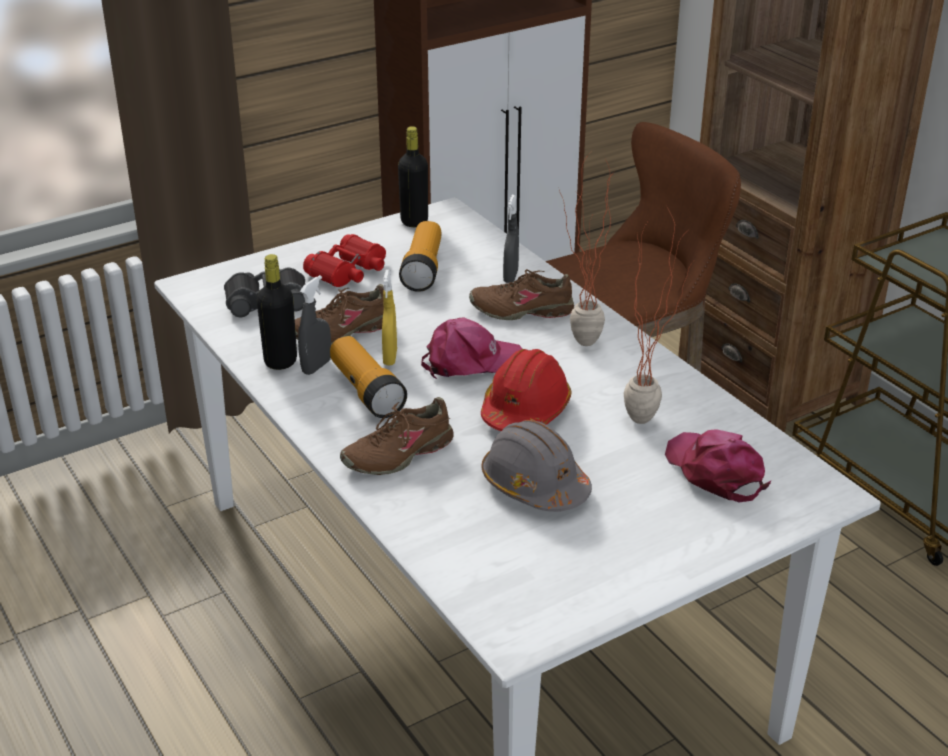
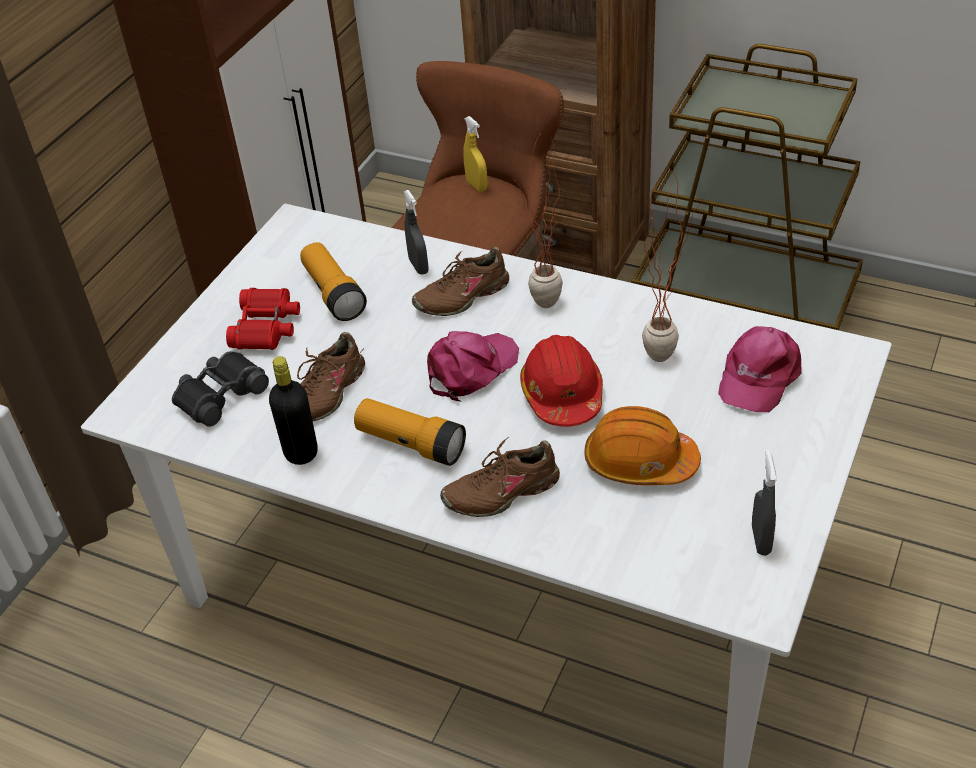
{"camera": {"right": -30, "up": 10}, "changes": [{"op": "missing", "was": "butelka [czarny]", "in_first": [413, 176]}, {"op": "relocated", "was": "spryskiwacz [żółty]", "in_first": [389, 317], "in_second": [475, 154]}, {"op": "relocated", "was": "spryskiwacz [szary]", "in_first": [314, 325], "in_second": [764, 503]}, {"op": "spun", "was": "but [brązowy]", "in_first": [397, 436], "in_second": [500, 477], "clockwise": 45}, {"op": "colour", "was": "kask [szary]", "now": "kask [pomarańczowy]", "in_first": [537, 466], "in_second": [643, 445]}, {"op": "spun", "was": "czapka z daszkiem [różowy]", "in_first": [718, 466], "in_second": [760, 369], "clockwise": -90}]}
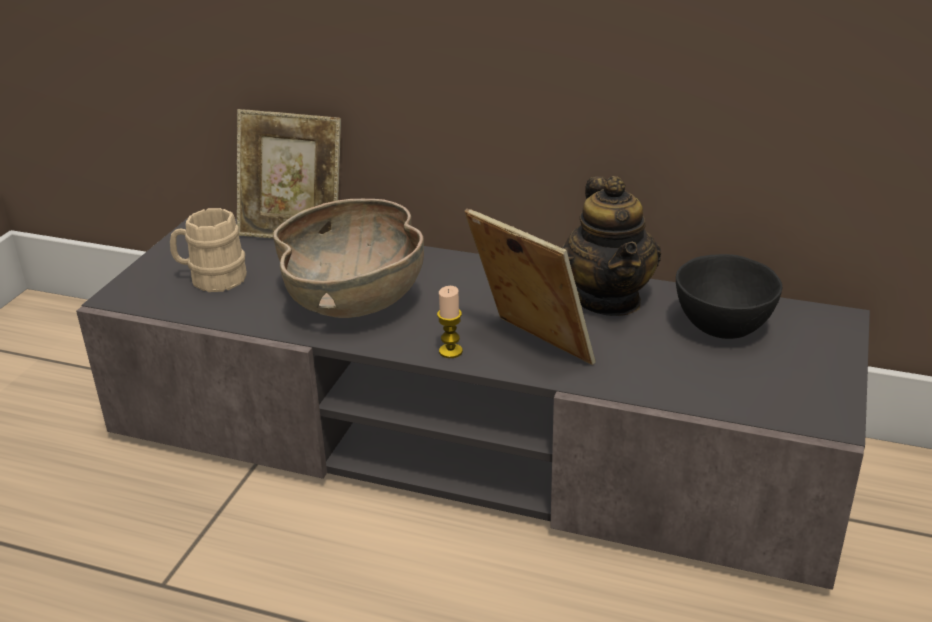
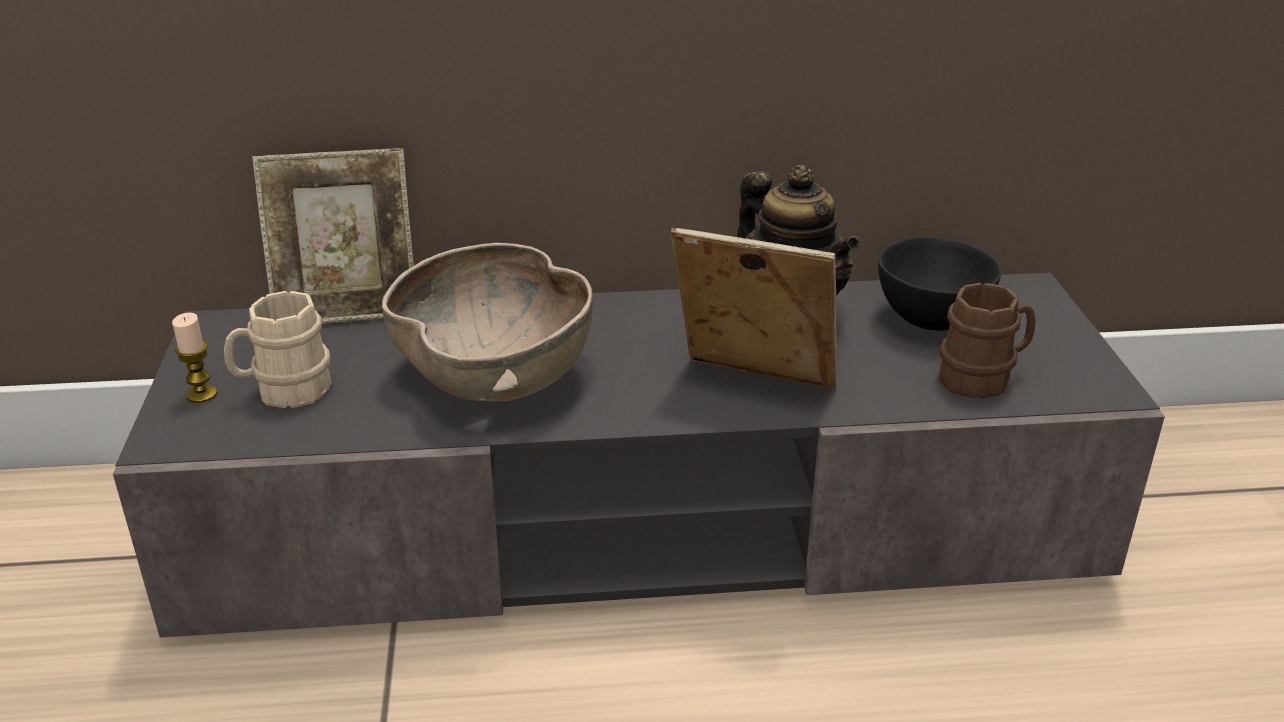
{"camera": {"right": -25, "up": 0}, "changes": [{"op": "relocated", "was": "świeca", "in_first": [450, 322], "in_second": [194, 358]}, {"op": "appeared", "now": "kubek [brązowy]", "in_second": [987, 341]}]}
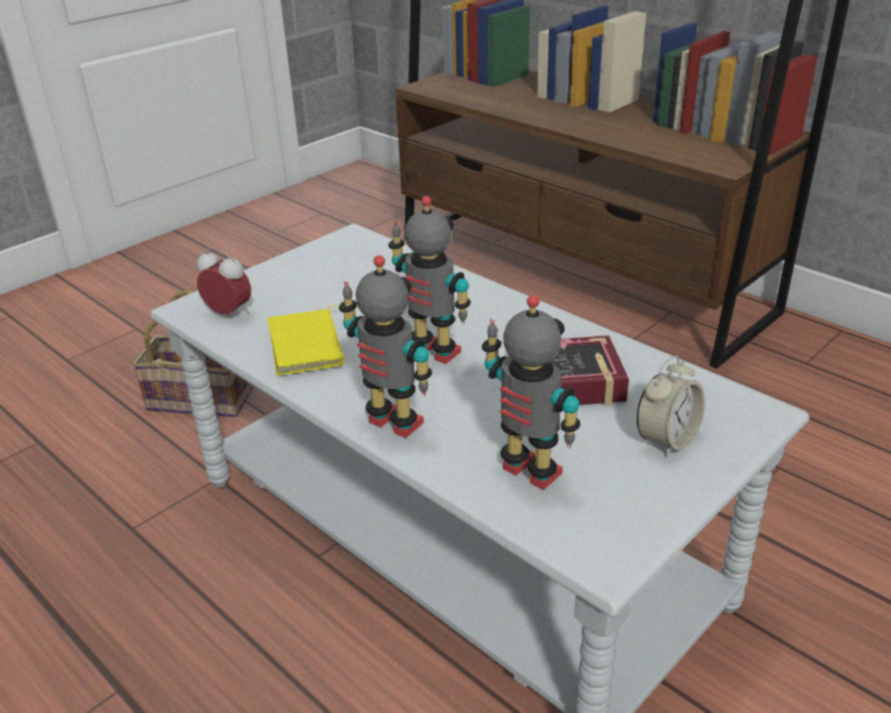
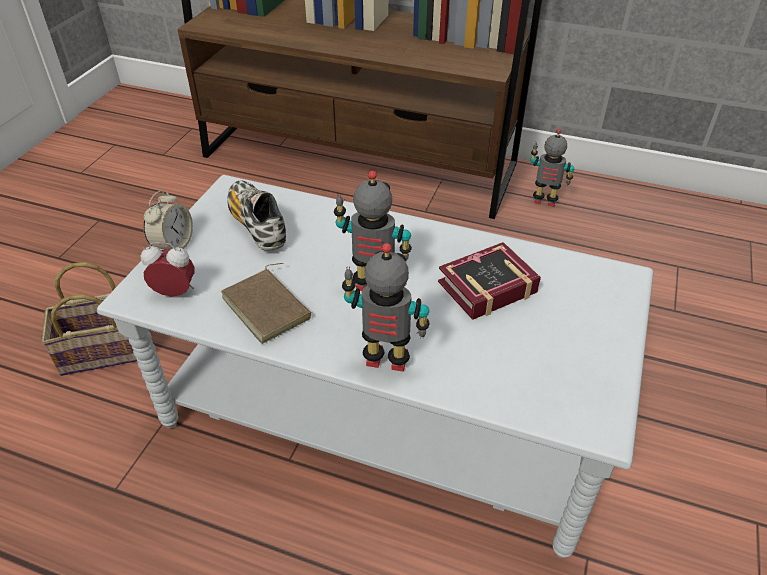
{"camera": {"right": -25, "up": 10}, "changes": [{"op": "relocated", "was": "robot zabawkowy", "in_first": [531, 392], "in_second": [552, 167]}, {"op": "colour", "was": "książka [żółty]", "now": "książka [brązowy]", "in_first": [305, 340], "in_second": [266, 303]}, {"op": "relocated", "was": "budzik", "in_first": [671, 406], "in_second": [168, 219]}, {"op": "appeared", "now": "but", "in_second": [256, 215]}]}
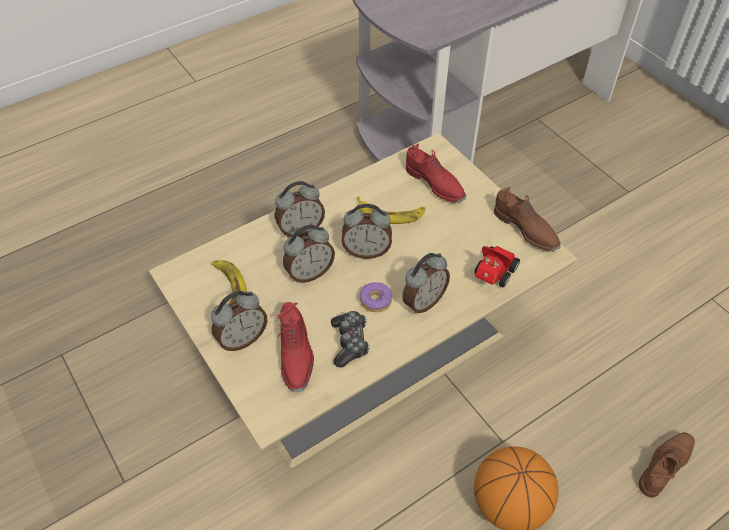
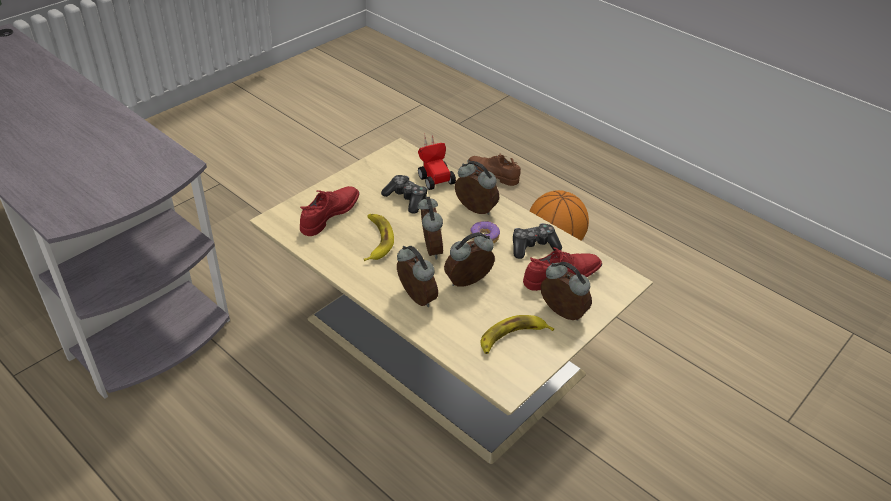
{"camera": {"right": -105, "up": -10}, "changes": [{"op": "missing", "was": "but [brązowy]", "in_first": [527, 219]}, {"op": "spun", "was": "budzik", "in_first": [309, 254], "in_second": [469, 259], "clockwise": -75}, {"op": "spun", "was": "samochodzik", "in_first": [497, 266], "in_second": [437, 162], "clockwise": -135}, {"op": "appeared", "now": "pad do gier", "in_second": [404, 194]}]}
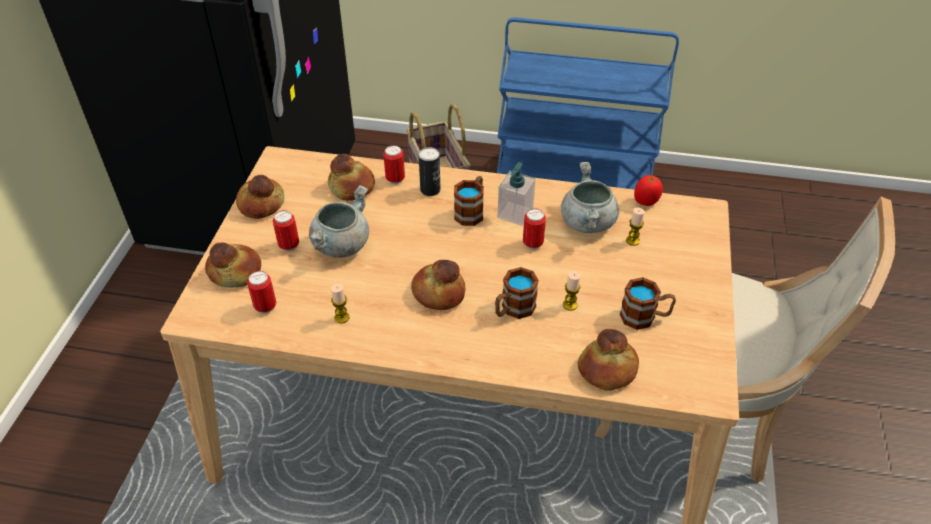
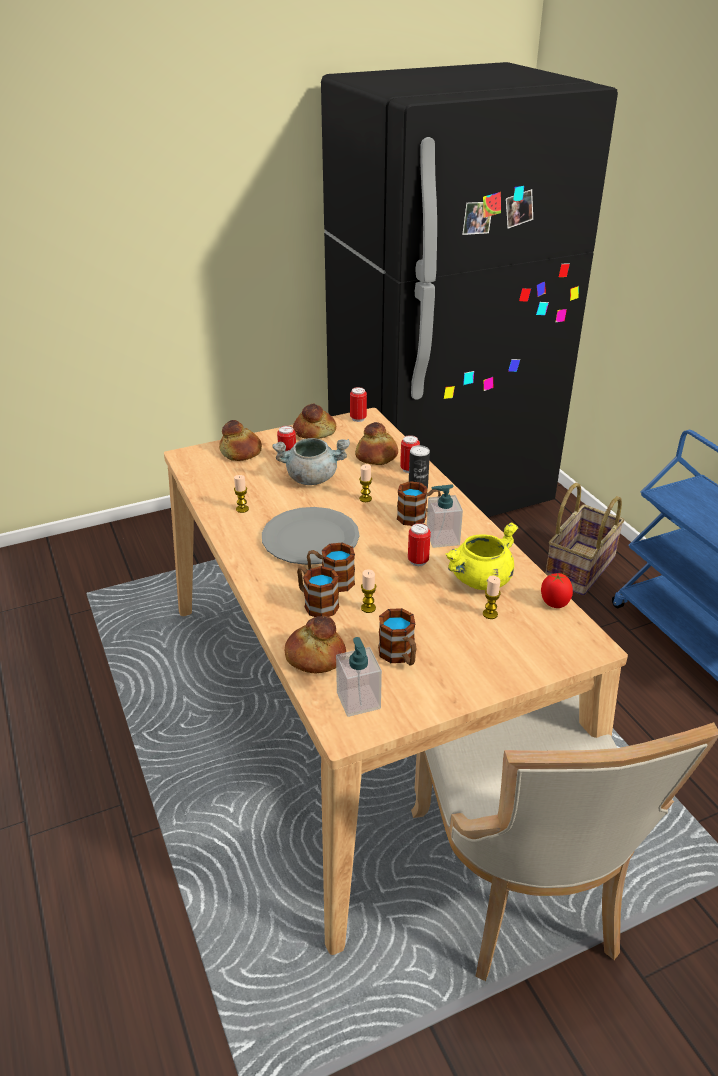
{"camera": {"right": 55, "up": -10}, "changes": [{"op": "colour", "was": "garnek [szary]", "now": "garnek [żółty]", "in_first": [590, 197], "in_second": [481, 556]}, {"op": "exchanged", "was": "chleb", "now": "talerz [szary]", "in_first": [438, 285], "in_second": [310, 536]}, {"op": "relocated", "was": "puszka", "in_first": [261, 292], "in_second": [358, 404]}, {"op": "appeared", "now": "świeca", "in_second": [365, 483]}, {"op": "appeared", "now": "kubek", "in_second": [318, 591]}, {"op": "appeared", "now": "dozownik mydła", "in_second": [359, 677]}]}
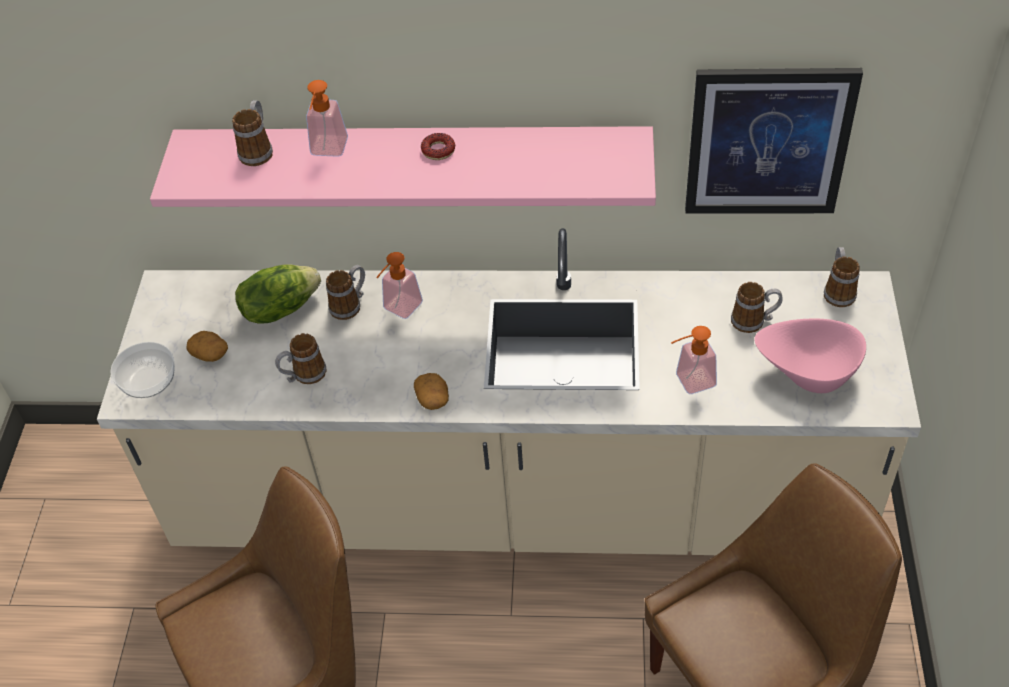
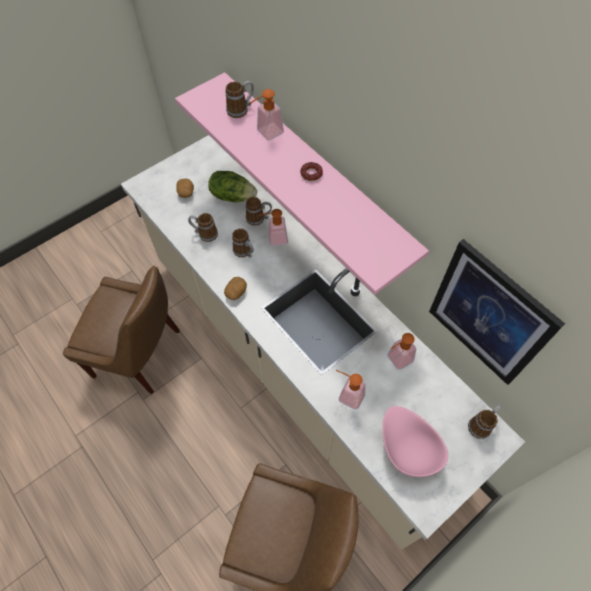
{"camera": {"right": 45, "up": 10}, "changes": [{"op": "relocated", "was": "kubek", "in_first": [757, 307], "in_second": [243, 243]}, {"op": "missing", "was": "miska", "in_first": [142, 370]}, {"op": "appeared", "now": "dozownik mydła", "in_second": [401, 351]}]}
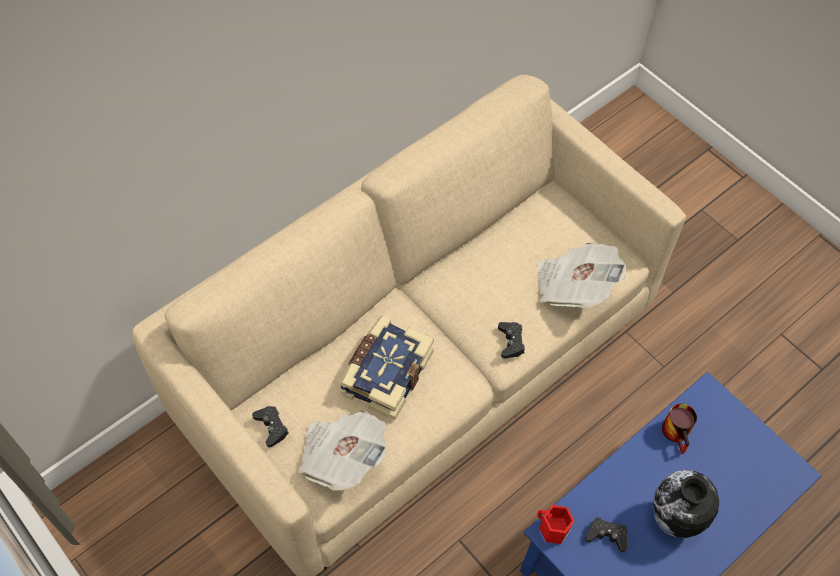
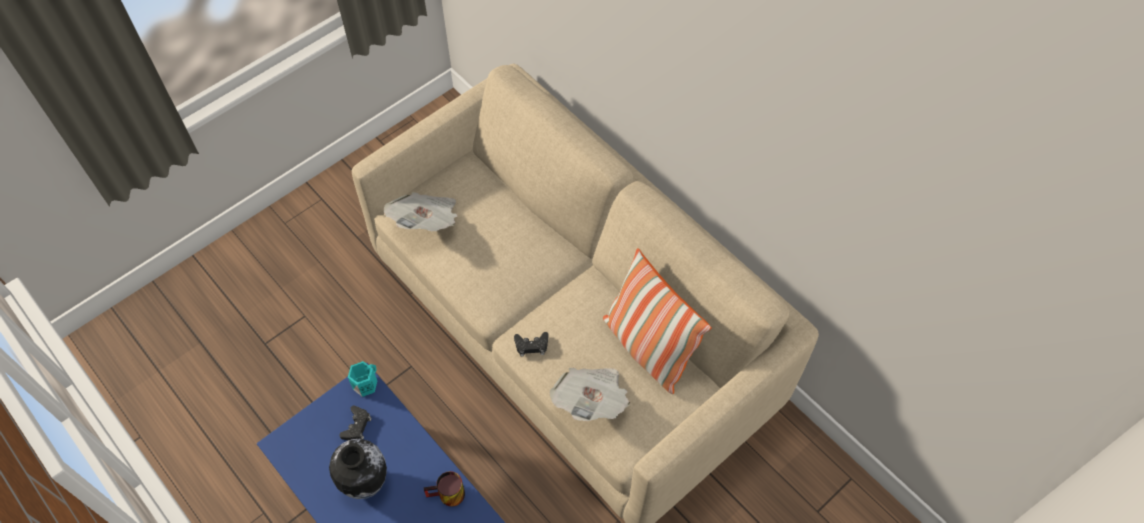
{"camera": {"right": 90, "up": 0}, "changes": [{"op": "missing", "was": "książka", "in_first": [386, 368]}, {"op": "missing", "was": "pad do gier [czarny]", "in_first": [270, 427]}, {"op": "colour", "was": "kubek [czerwony]", "now": "kubek [turkusowy]", "in_first": [556, 524], "in_second": [362, 379]}, {"op": "appeared", "now": "poduszka", "in_second": [657, 321]}]}
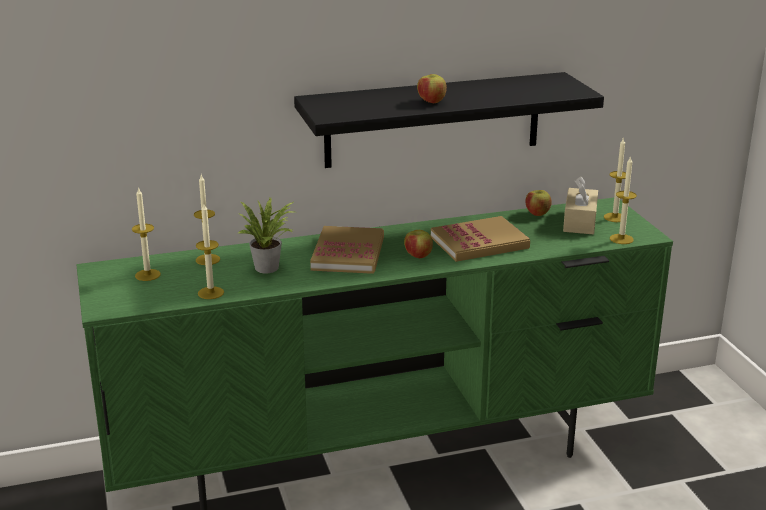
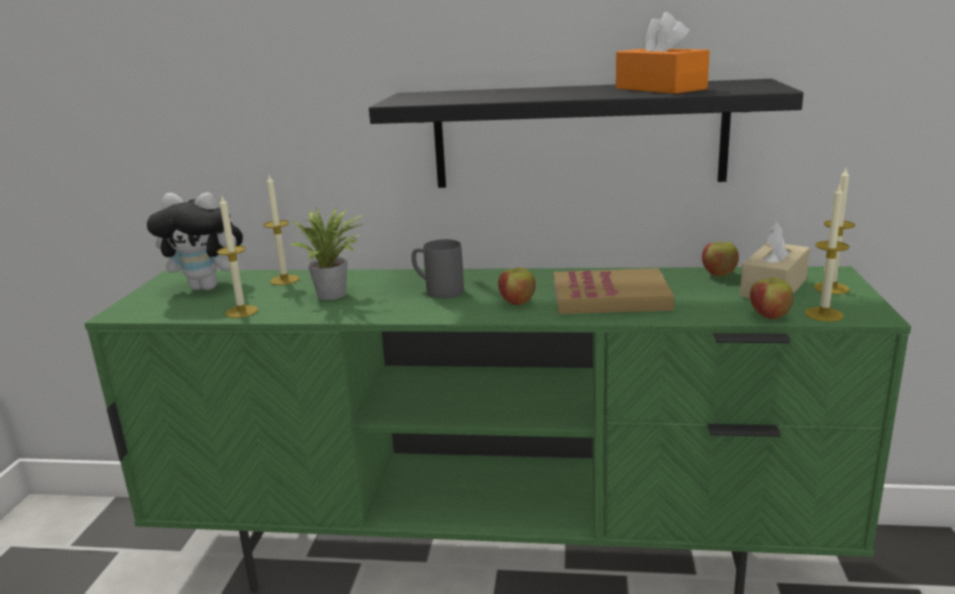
{"camera": {"right": 25, "up": -5}, "changes": [{"op": "relocated", "was": "jabłko", "in_first": [432, 88], "in_second": [772, 298]}, {"op": "exchanged", "was": "świeca", "now": "pluszak", "in_first": [146, 234], "in_second": [196, 241]}, {"op": "exchanged", "was": "książka", "now": "kubek [szary]", "in_first": [347, 250], "in_second": [438, 268]}, {"op": "appeared", "now": "pudełko chusteczek [pomarańczowy]", "in_second": [663, 53]}]}
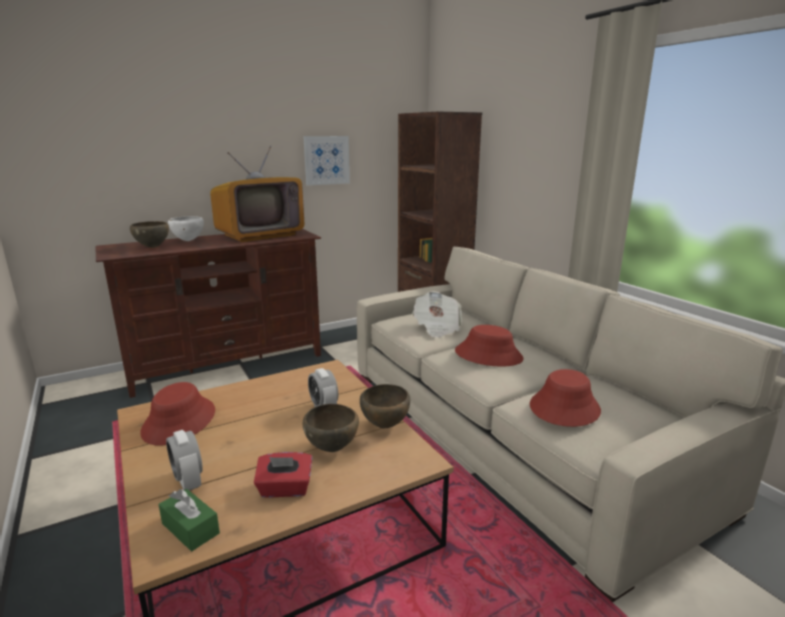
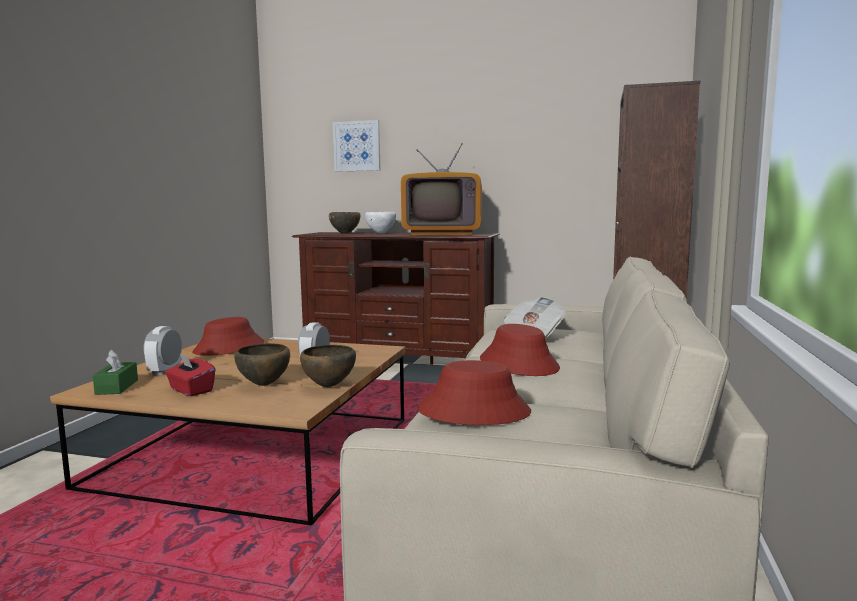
{"camera": {"right": 45, "up": -10}, "changes": [{"op": "relocated", "was": "obraz", "in_first": [326, 161], "in_second": [356, 146]}]}
